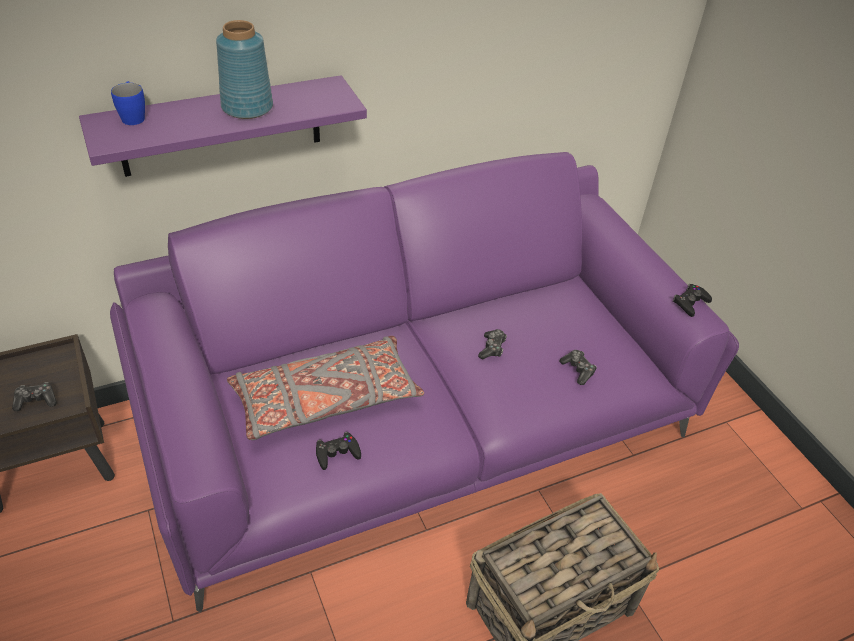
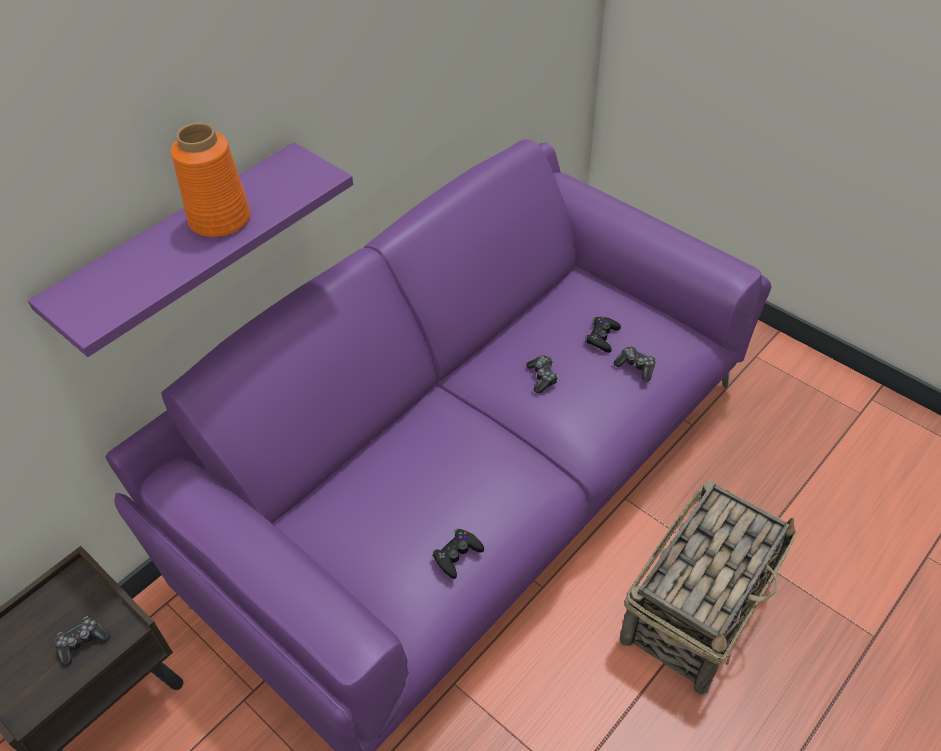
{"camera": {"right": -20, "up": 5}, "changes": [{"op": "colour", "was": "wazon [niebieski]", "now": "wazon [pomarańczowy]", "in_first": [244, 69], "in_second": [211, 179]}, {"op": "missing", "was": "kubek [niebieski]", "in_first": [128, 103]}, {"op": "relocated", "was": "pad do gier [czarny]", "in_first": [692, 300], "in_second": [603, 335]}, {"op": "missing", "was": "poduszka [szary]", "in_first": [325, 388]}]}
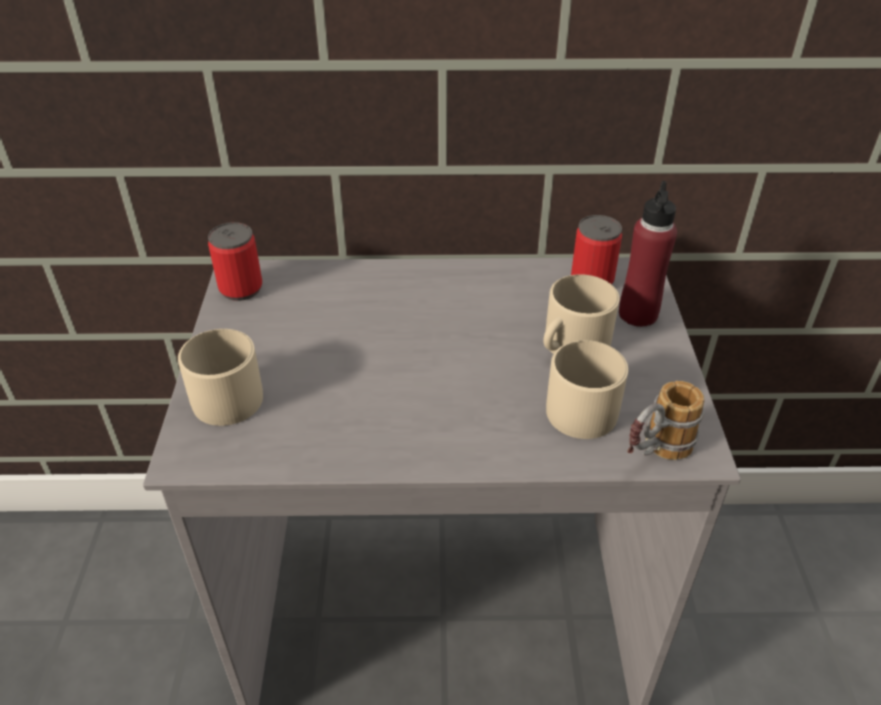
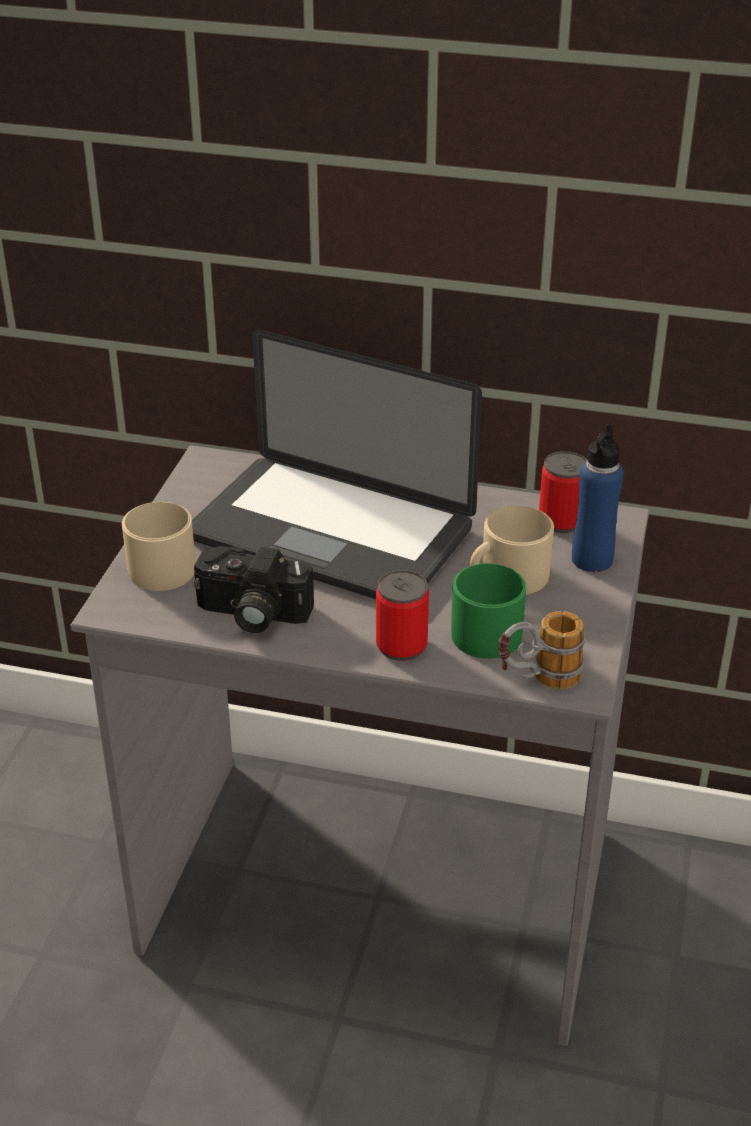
{"camera": {"right": 15, "up": -5}, "changes": [{"op": "colour", "was": "butelka [czerwony]", "now": "butelka [niebieski]", "in_first": [648, 254], "in_second": [597, 497]}, {"op": "relocated", "was": "puszka", "in_first": [235, 261], "in_second": [402, 615]}, {"op": "colour", "was": "kubek [beżowy]", "now": "kubek [zielony]", "in_first": [587, 389], "in_second": [488, 611]}, {"op": "appeared", "now": "laptop", "in_second": [337, 464]}, {"op": "appeared", "now": "aparat fotograficzny", "in_second": [254, 589]}]}
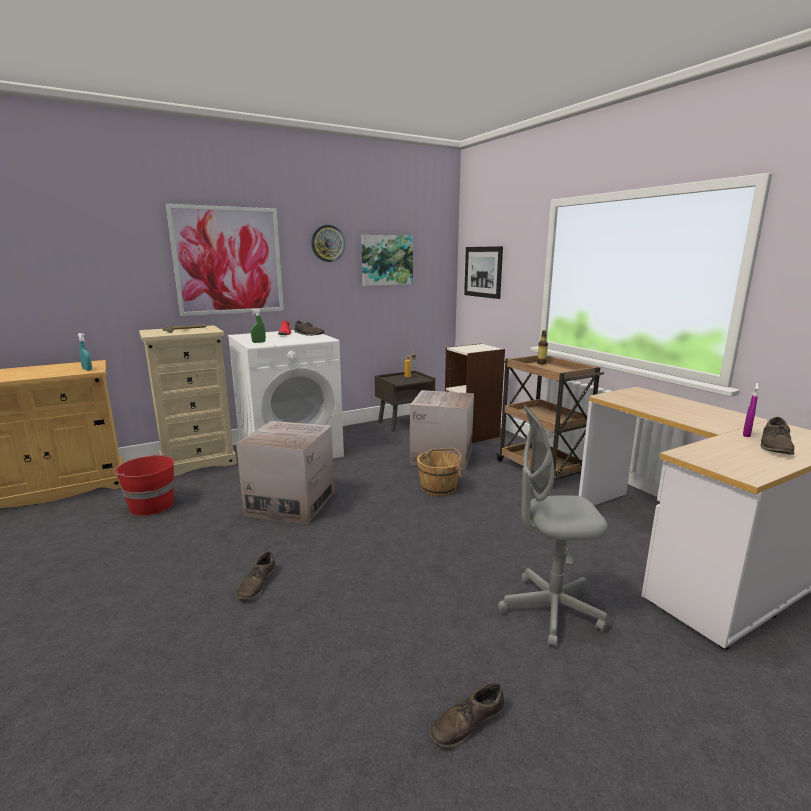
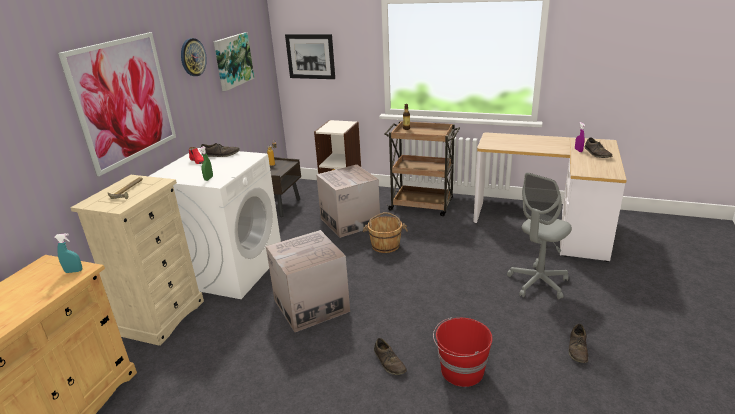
{"camera": {"right": -40, "up": 10}, "changes": [{"op": "relocated", "was": "wiadro [czerwony]", "in_first": [144, 485], "in_second": [463, 352]}]}
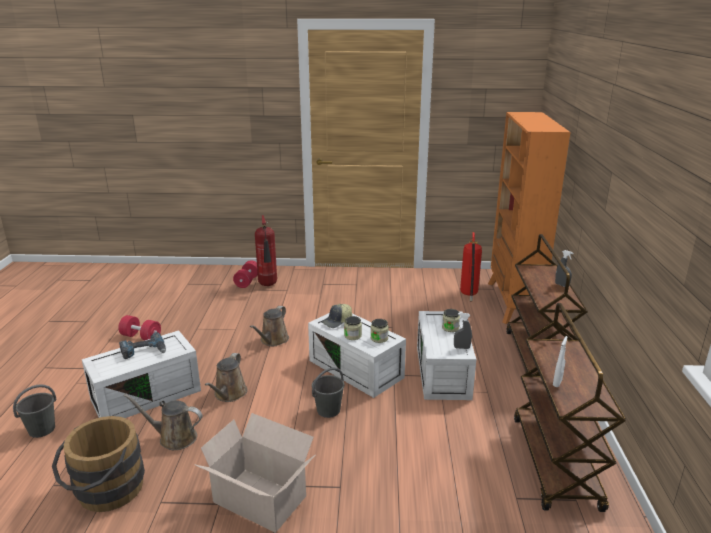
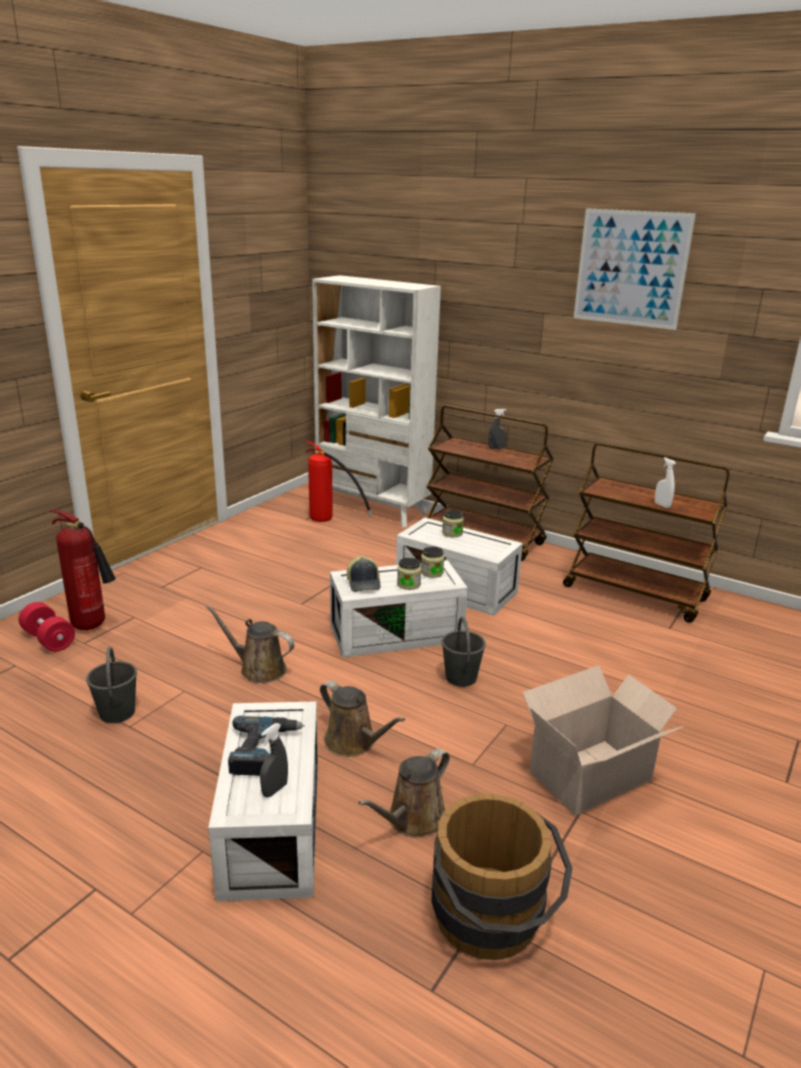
{"camera": {"right": -60, "up": 0}, "changes": [{"op": "colour", "was": "regał [pomarańczowy]", "now": "regał [biały]", "in_first": [529, 218], "in_second": [376, 401]}, {"op": "spun", "was": "konewka [brązowy]", "in_first": [269, 326], "in_second": [249, 644], "clockwise": 150}, {"op": "relocated", "was": "spryskiwacz [szary]", "in_first": [463, 331], "in_second": [274, 760]}, {"op": "missing", "was": "hantel [czerwony]", "in_first": [139, 327]}, {"op": "relocated", "was": "wiadro [szary]", "in_first": [34, 411], "in_second": [111, 685]}, {"op": "appeared", "now": "obraz", "in_second": [635, 269]}]}
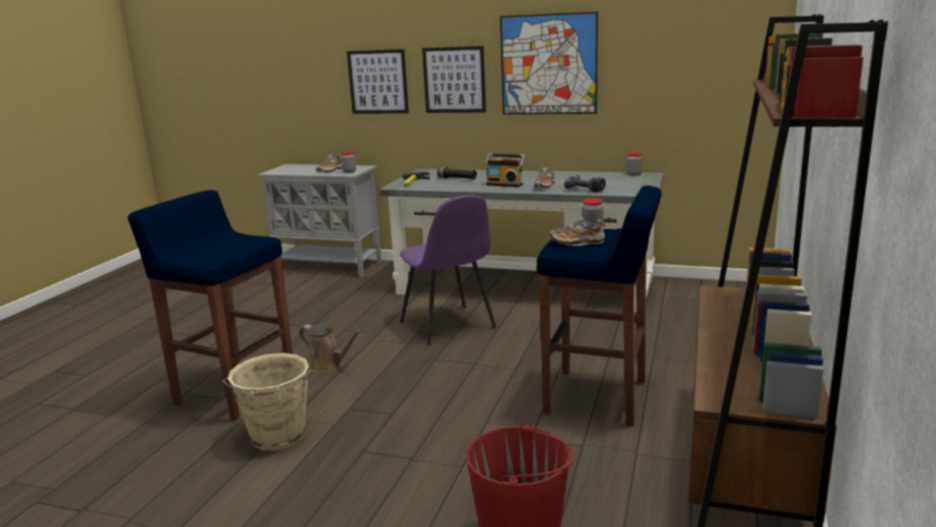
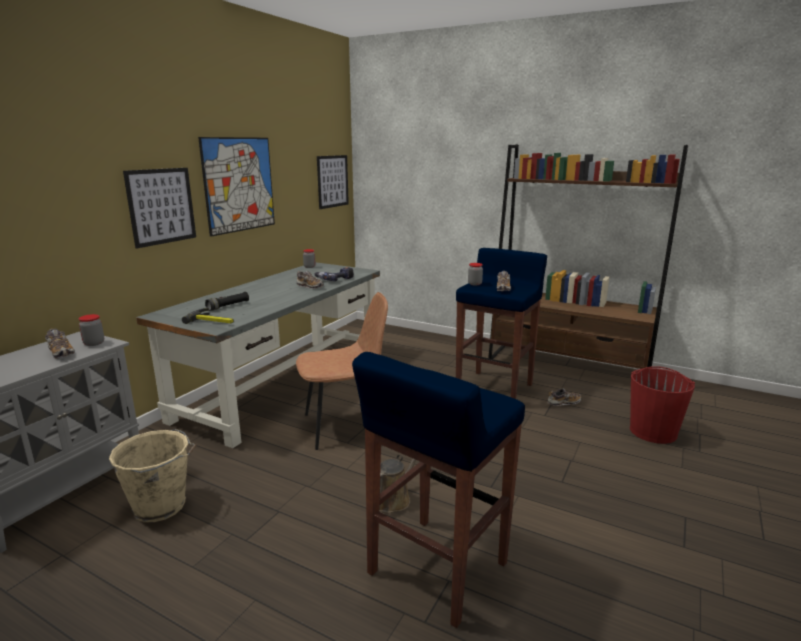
{"camera": {"right": -80, "up": 0}, "changes": [{"op": "relocated", "was": "obraz", "in_first": [378, 81], "in_second": [333, 182]}, {"op": "missing", "was": "radio", "in_first": [505, 170]}, {"op": "colour", "was": "krzesło [fioletowy]", "now": "krzesło [brązowy]", "in_first": [448, 270], "in_second": [342, 371]}, {"op": "relocated", "was": "wiadro [beżowy]", "in_first": [266, 402], "in_second": [153, 475]}, {"op": "appeared", "now": "but", "in_second": [564, 397]}]}
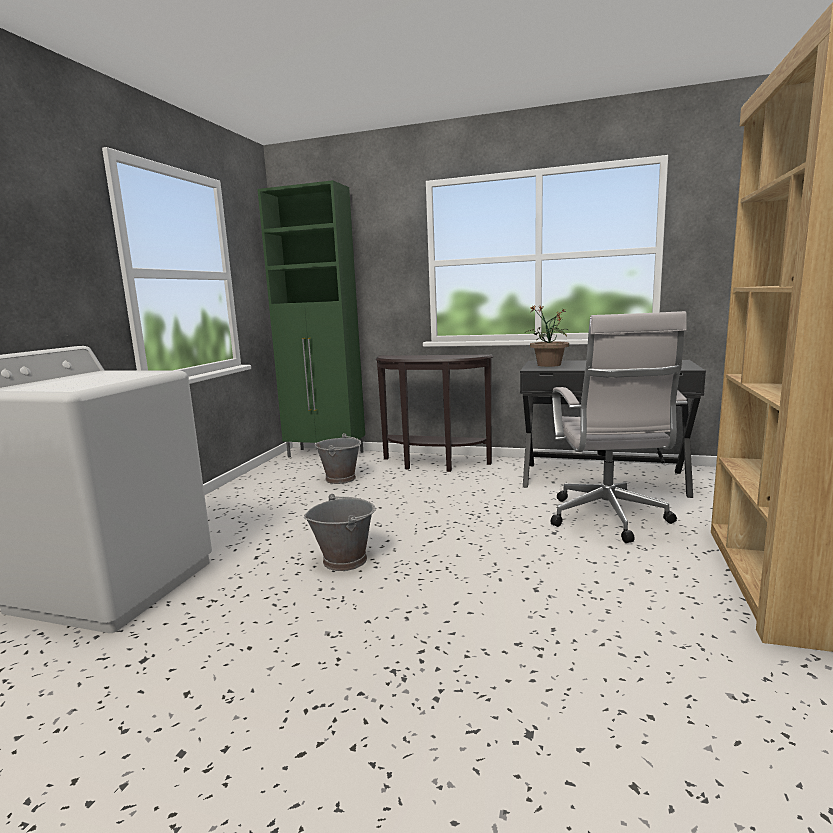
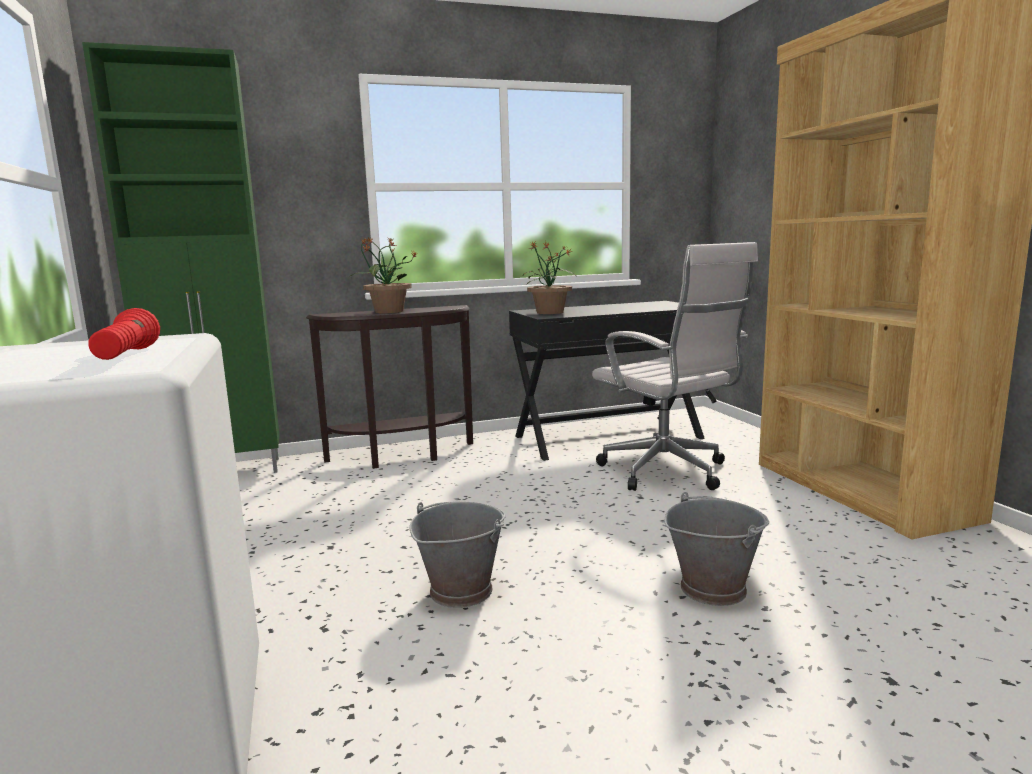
{"camera": {"right": -35, "up": 0}, "changes": [{"op": "relocated", "was": "wiadro [szary]", "in_first": [338, 458], "in_second": [717, 549]}, {"op": "appeared", "now": "roślina doniczkowa", "in_second": [384, 275]}, {"op": "appeared", "now": "latarka [czerwony]", "in_second": [124, 334]}]}
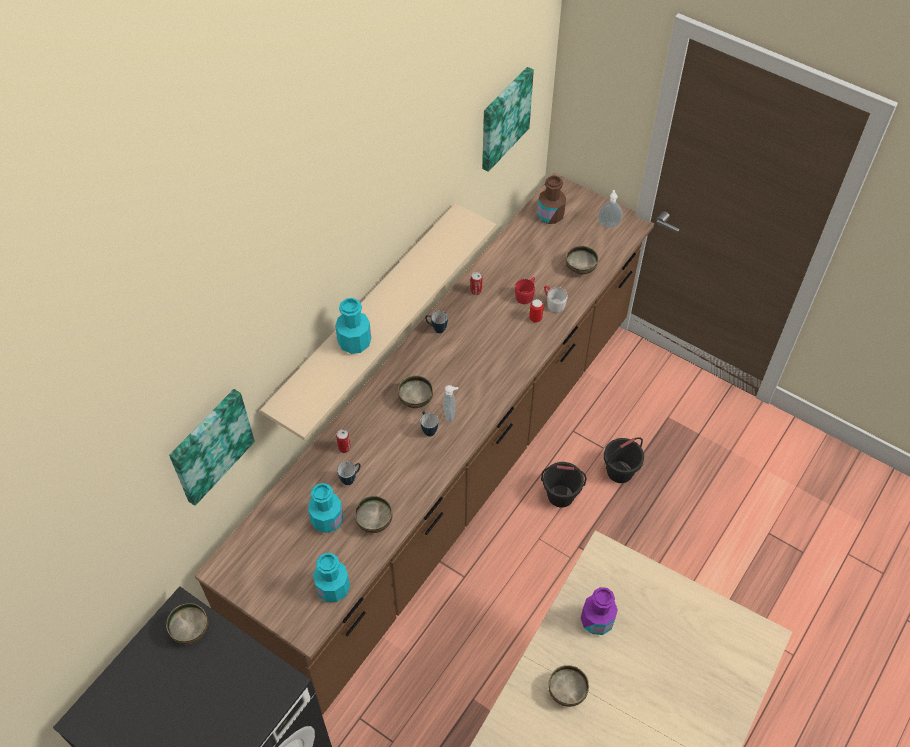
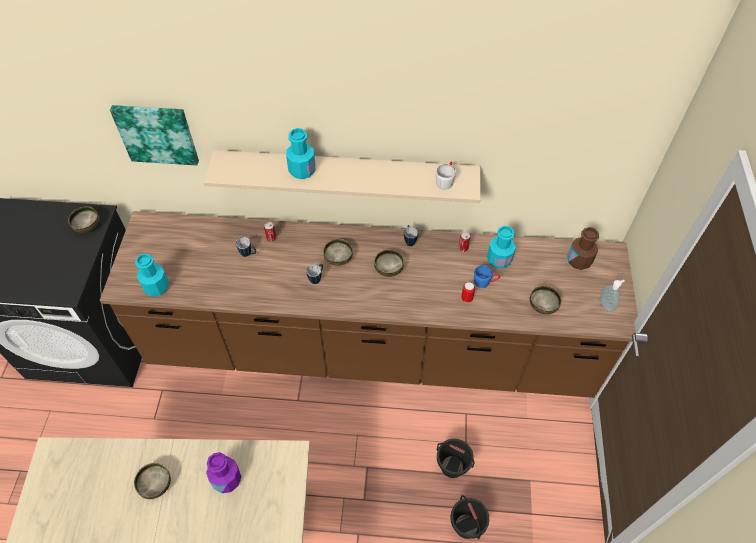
{"camera": {"right": 60, "up": 0}, "changes": [{"op": "missing", "was": "obraz", "in_first": [508, 119]}, {"op": "colour", "was": "kubek [czerwony]", "now": "kubek [niebieski]", "in_first": [525, 290], "in_second": [487, 276]}, {"op": "relocated", "was": "kubek [biały]", "in_first": [556, 299], "in_second": [446, 175]}, {"op": "missing", "was": "dozownik mydła", "in_first": [450, 403]}, {"op": "relocated", "was": "wiadro [czarny]", "in_first": [564, 484], "in_second": [469, 517]}, {"op": "relocated", "was": "butelka [turkusowy]", "in_first": [325, 508], "in_second": [501, 247]}, {"op": "relocated", "was": "miska", "in_first": [373, 514], "in_second": [389, 263]}]}
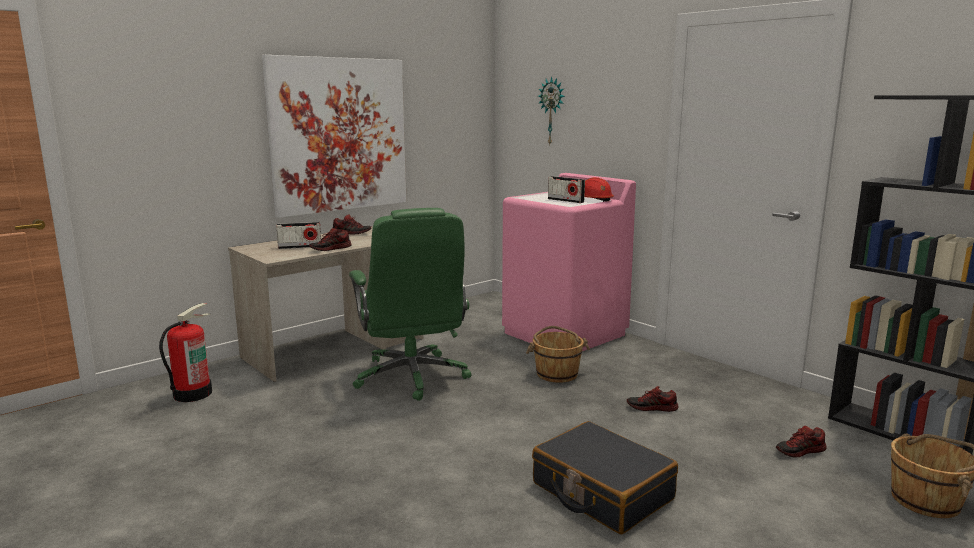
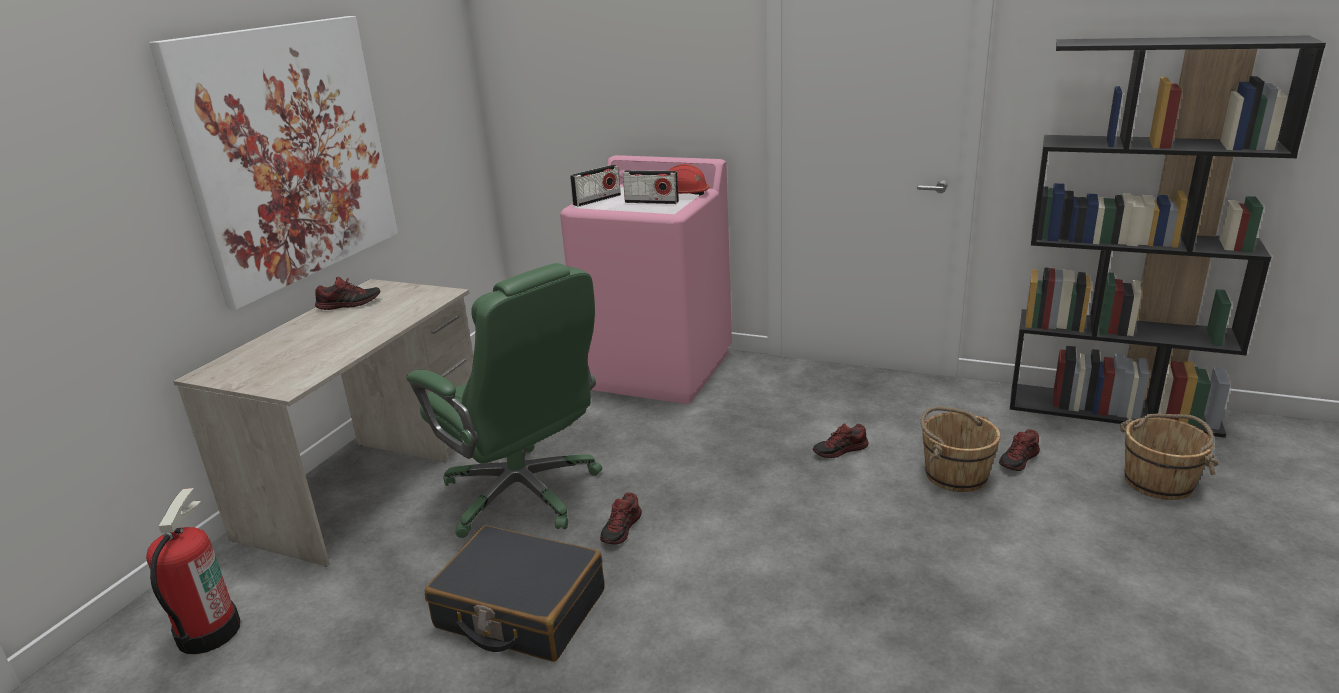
{"camera": {"right": -25, "up": 10}, "changes": [{"op": "missing", "was": "zegar ścienny", "in_first": [551, 110]}, {"op": "relocated", "was": "radio", "in_first": [298, 235], "in_second": [595, 185]}, {"op": "relocated", "was": "but", "in_first": [330, 239], "in_second": [621, 519]}, {"op": "relocated", "was": "wiadro [brązowy]", "in_first": [558, 354], "in_second": [960, 449]}, {"op": "relocated", "was": "walizka [czarny]", "in_first": [605, 477], "in_second": [515, 593]}]}
